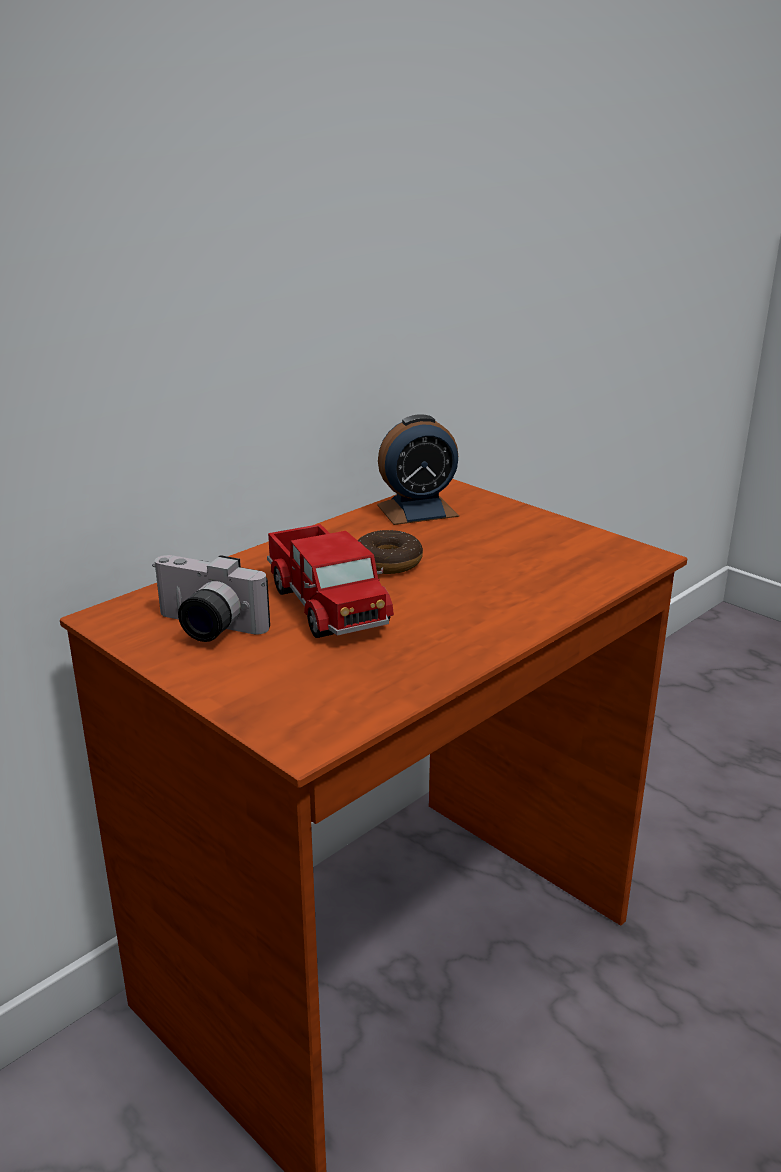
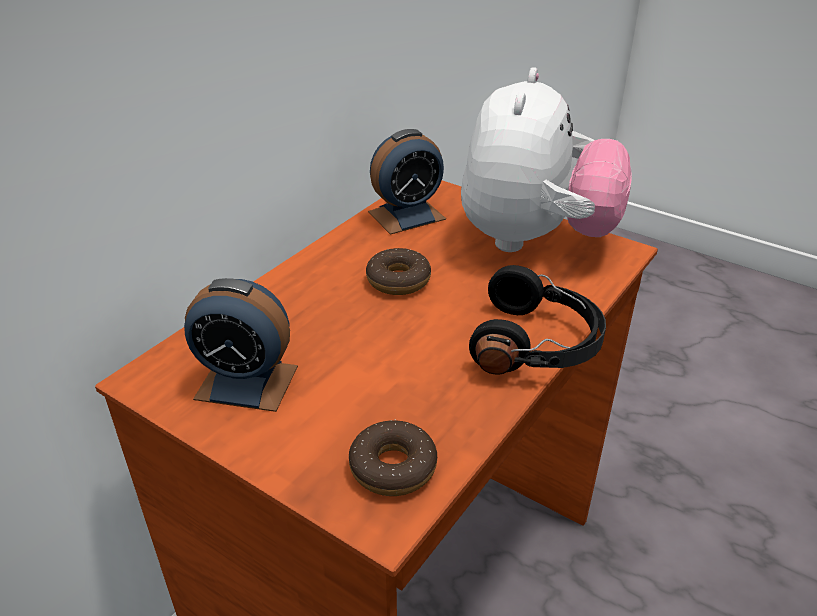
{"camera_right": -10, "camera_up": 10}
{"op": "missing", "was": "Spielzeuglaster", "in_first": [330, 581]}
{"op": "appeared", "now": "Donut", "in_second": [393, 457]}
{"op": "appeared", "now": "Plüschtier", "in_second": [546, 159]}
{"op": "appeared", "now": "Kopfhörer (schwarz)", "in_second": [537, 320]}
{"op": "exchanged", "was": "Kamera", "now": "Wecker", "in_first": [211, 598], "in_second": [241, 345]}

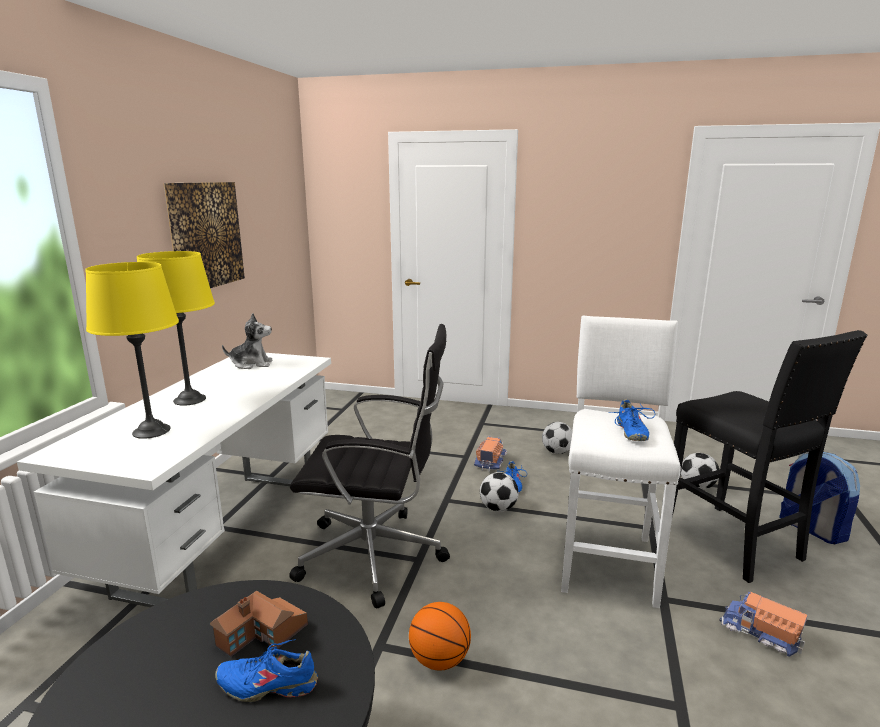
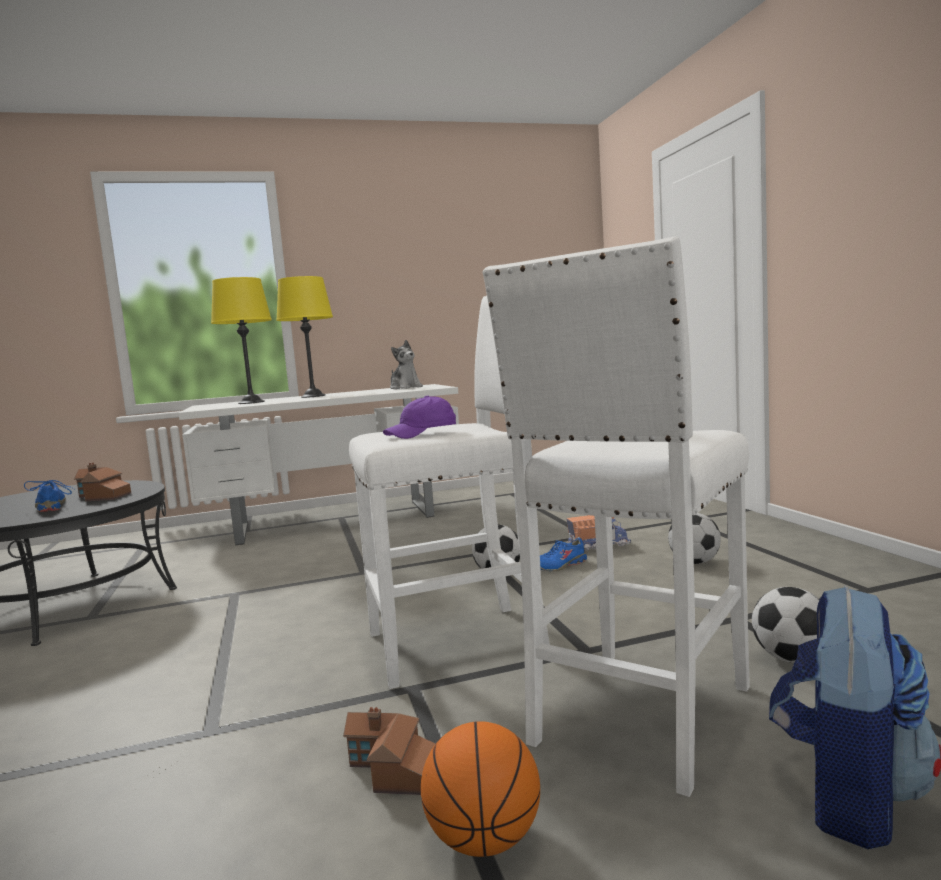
{"camera_right": 60, "camera_up": -10}
{"op": "missing", "was": "Bild", "in_first": [204, 235]}
{"op": "missing", "was": "Bürostuhl (schwarz)", "in_first": [369, 466]}
{"op": "relocated", "was": "Basketball", "in_first": [440, 636], "in_second": [480, 789]}
{"op": "exchanged", "was": "Schuh (blau)", "now": "Kappe (lila)", "in_first": [632, 420], "in_second": [419, 417]}
{"op": "exchanged", "was": "Spielzeuglaster", "now": "Spielzeughaus", "in_first": [763, 624], "in_second": [389, 751]}
{"op": "colour", "was": "Hocker (schwarz)", "now": "Hocker (weiß)", "in_first": [769, 456], "in_second": [616, 516]}

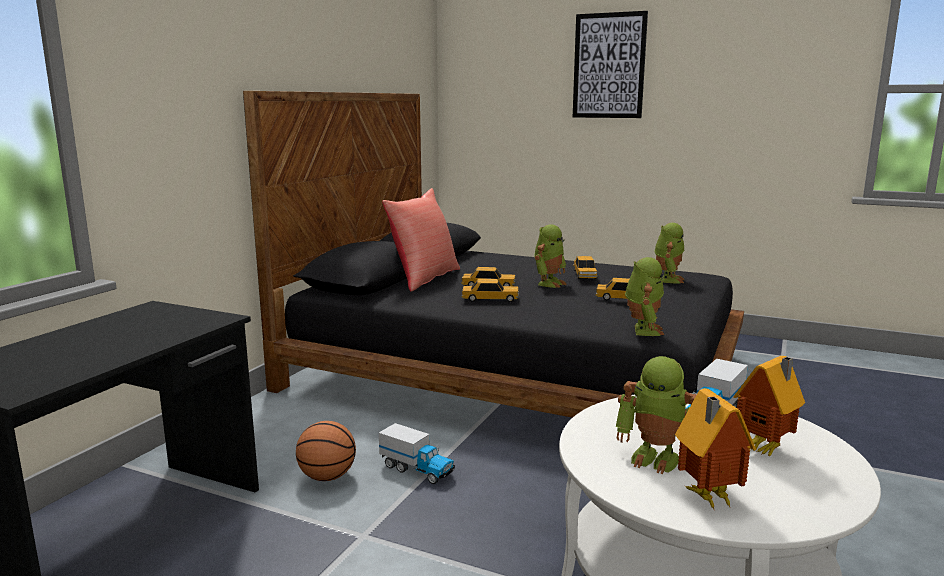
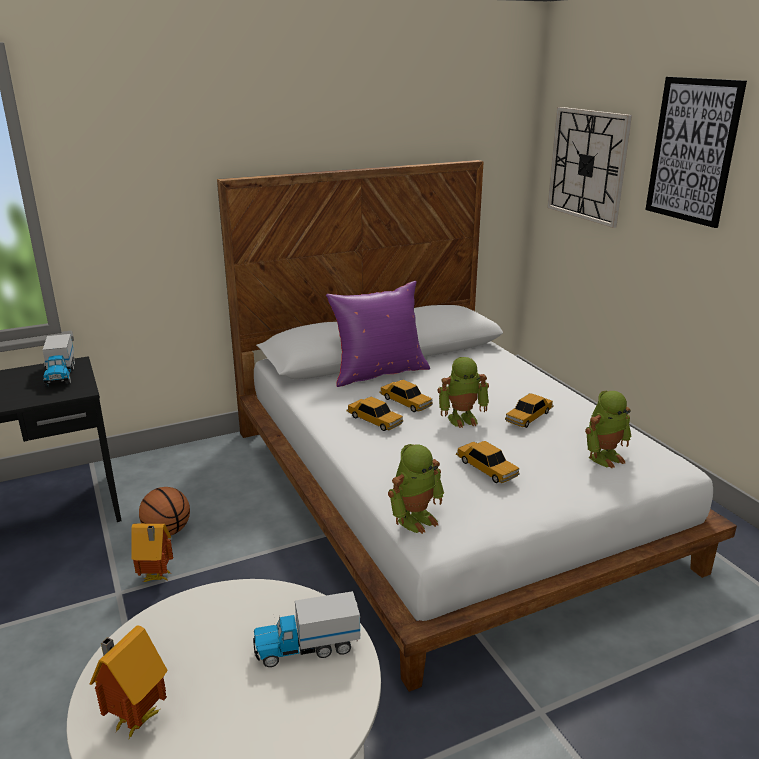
{"camera_right": 40, "camera_up": 10}
{"op": "missing", "was": "Spielzeugroboter", "in_first": [656, 415]}
{"op": "appeared", "now": "Wanduhr", "in_second": [589, 167]}
{"op": "relocated", "was": "Spielzeuglaster", "in_first": [417, 453], "in_second": [59, 360]}
{"op": "relocated", "was": "Spielzeughaus", "in_first": [769, 406], "in_second": [152, 553]}
{"op": "colour", "was": "Bett (schwarz)", "now": "Bett (weiß)", "in_first": [493, 254], "in_second": [477, 426]}
{"op": "colour", "was": "Kissen (rot)", "now": "Kissen (lila)", "in_first": [421, 240], "in_second": [378, 334]}

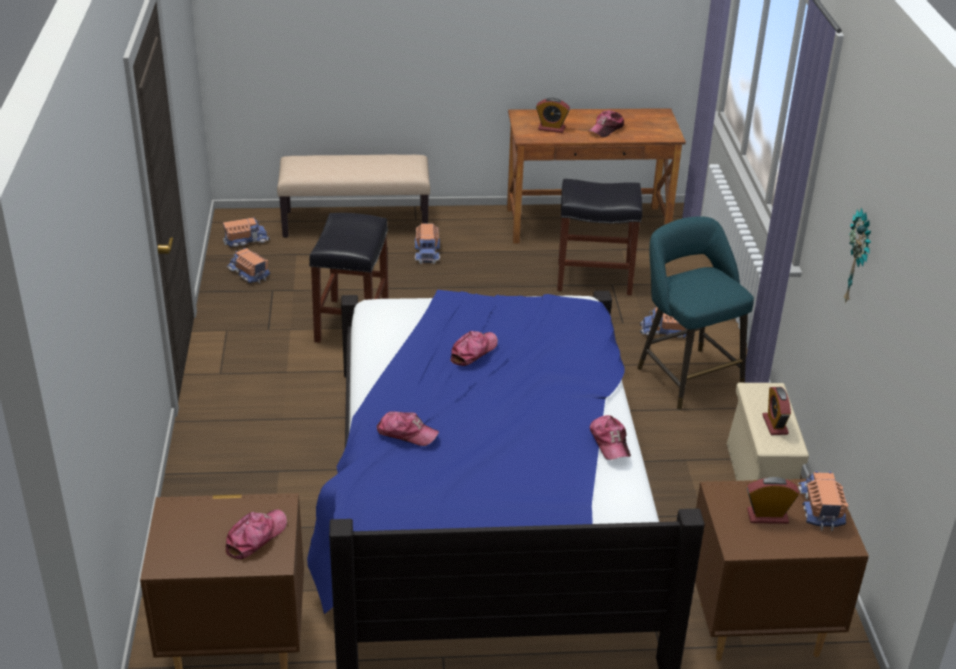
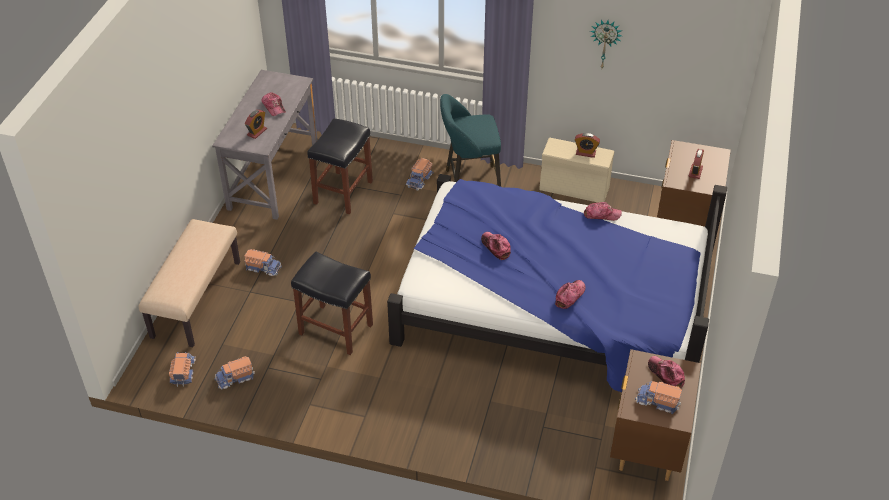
{"camera_right": -70, "camera_up": 10}
{"op": "relocated", "was": "Spielzeuglaster", "in_first": [823, 501], "in_second": [658, 397]}
{"op": "colour", "was": "Schreibtisch (braun)", "now": "Schreibtisch (grau)", "in_first": [596, 175], "in_second": [265, 145]}

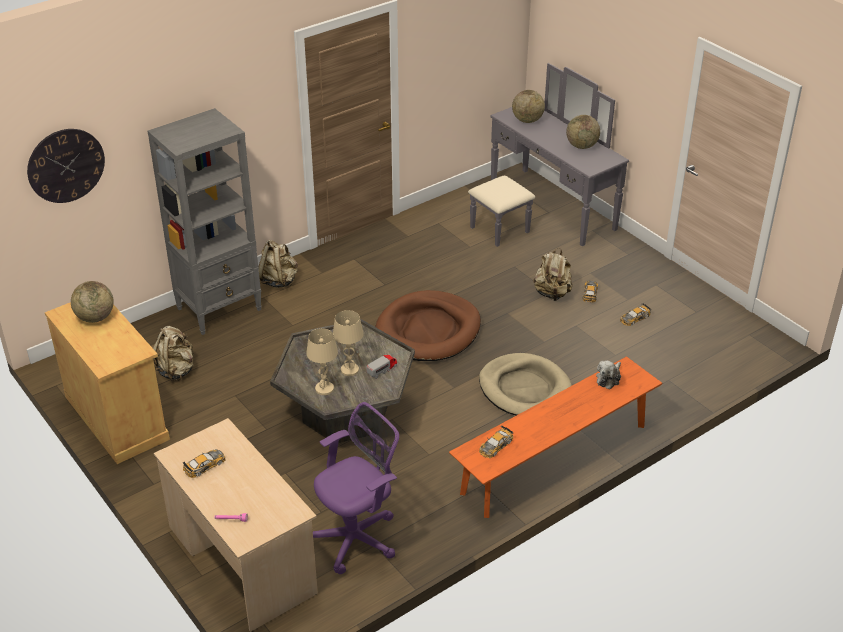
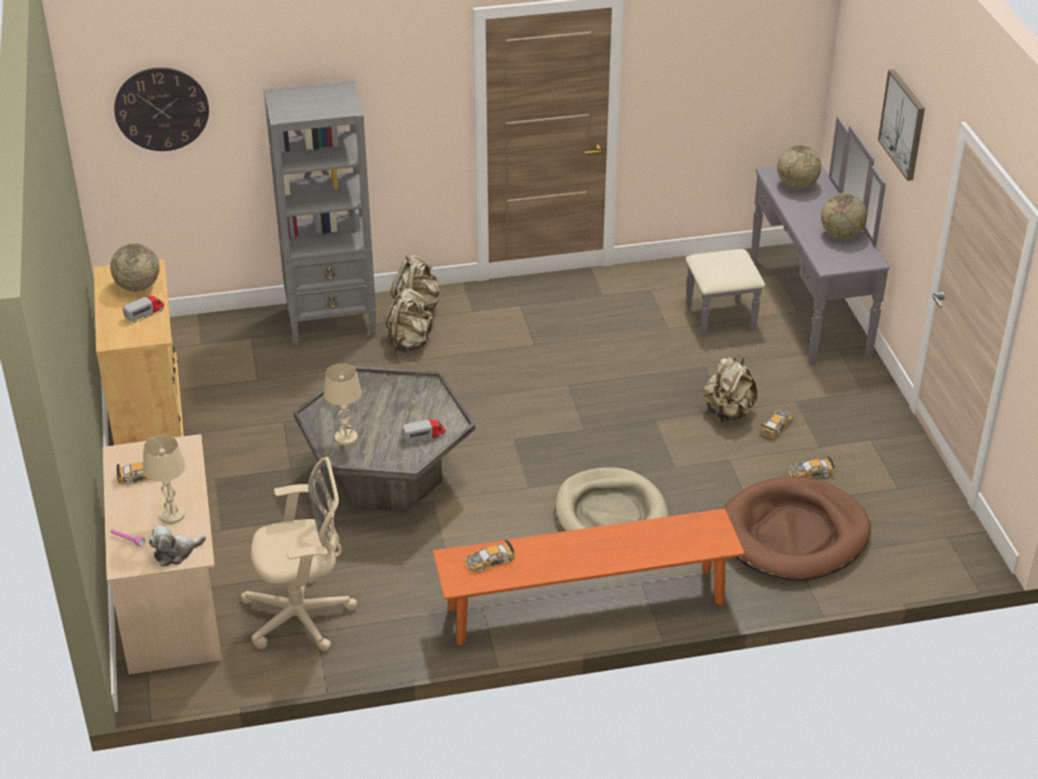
{"camera_right": 25, "camera_up": 0}
{"op": "appeared", "now": "Spielzeuglaster", "in_second": [143, 309]}
{"op": "appeared", "now": "Bild", "in_second": [901, 125]}
{"op": "relocated", "was": "Rucksack (beige)", "in_first": [173, 353], "in_second": [410, 320]}
{"op": "relocated", "was": "Tischlampe (beige)", "in_first": [348, 343], "in_second": [164, 479]}
{"op": "relocated", "was": "Hundebett (braun)", "in_first": [428, 325], "in_second": [797, 528]}
{"op": "relocated", "was": "Plüschtier", "in_first": [608, 375], "in_second": [177, 546]}
{"op": "colour", "was": "Bürostuhl (lila)", "now": "Bürostuhl (beige)", "in_first": [356, 488], "in_second": [299, 554]}

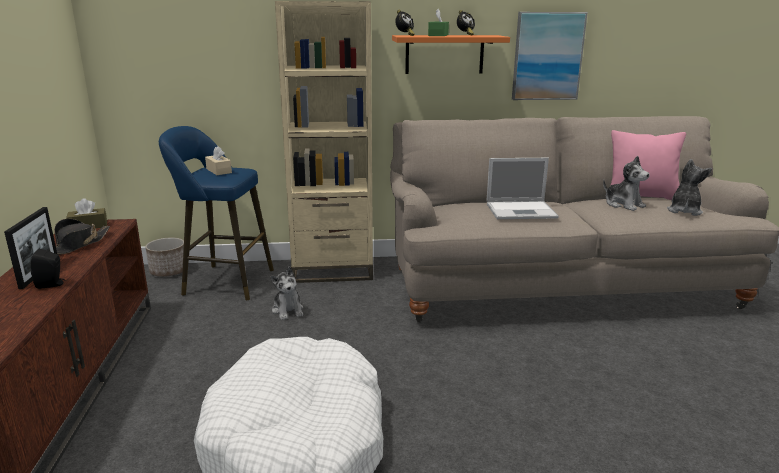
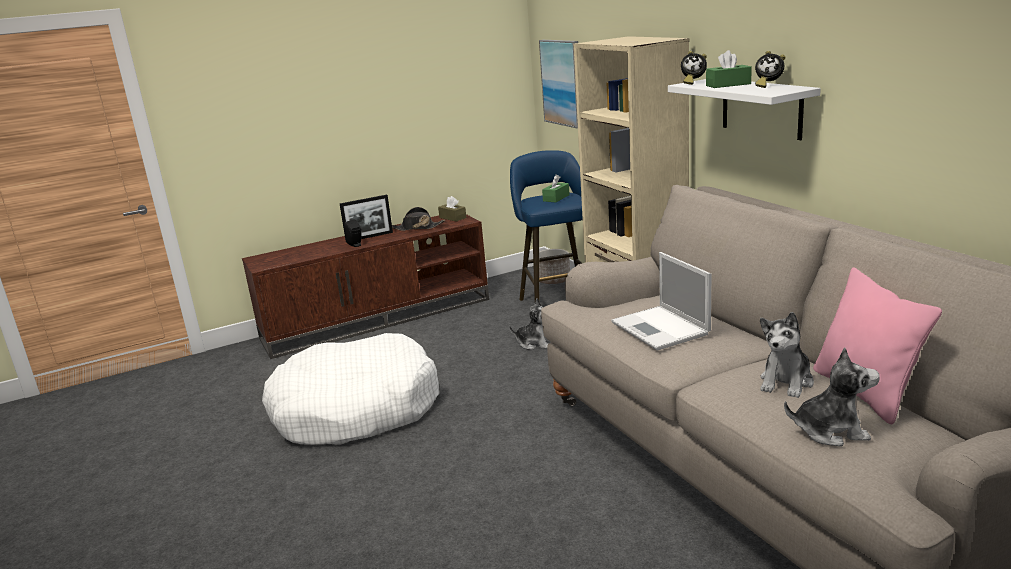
{"camera_right": 70, "camera_up": 0}
{"op": "relocated", "was": "Bild", "in_first": [550, 56], "in_second": [558, 84]}
{"op": "colour", "was": "Taschentuchbox (beige)", "now": "Taschentuchbox (grün)", "in_first": [218, 160], "in_second": [556, 188]}
{"op": "colour", "was": "Wandregal (orange)", "now": "Wandregal (weiß)", "in_first": [451, 54], "in_second": [744, 109]}
{"op": "spun", "was": "Plüschtier", "in_first": [286, 293], "in_second": [529, 324], "clockwise": -120}

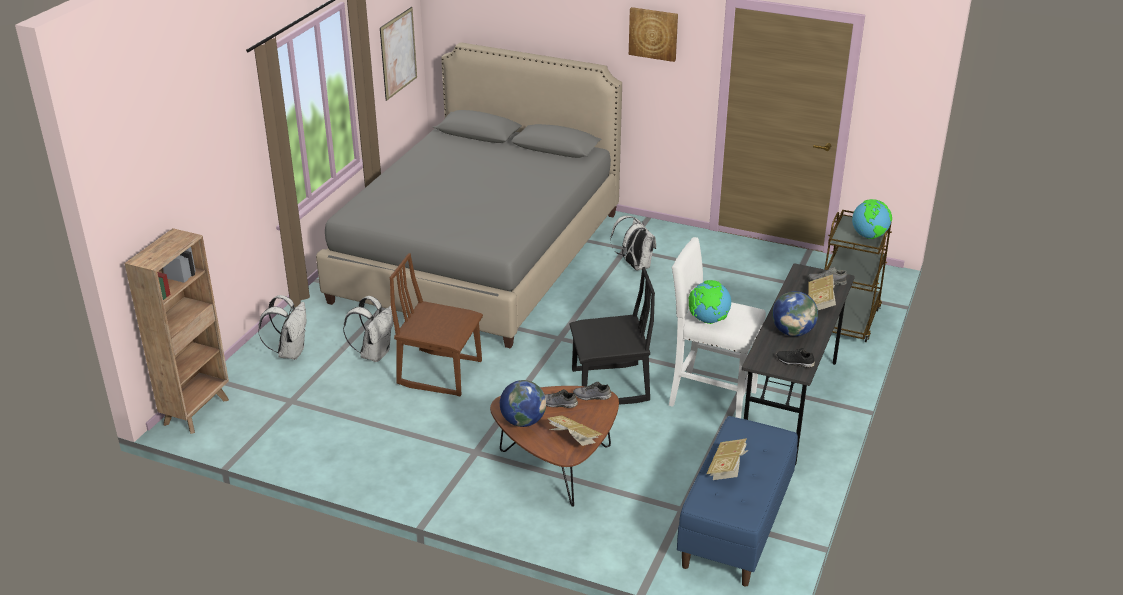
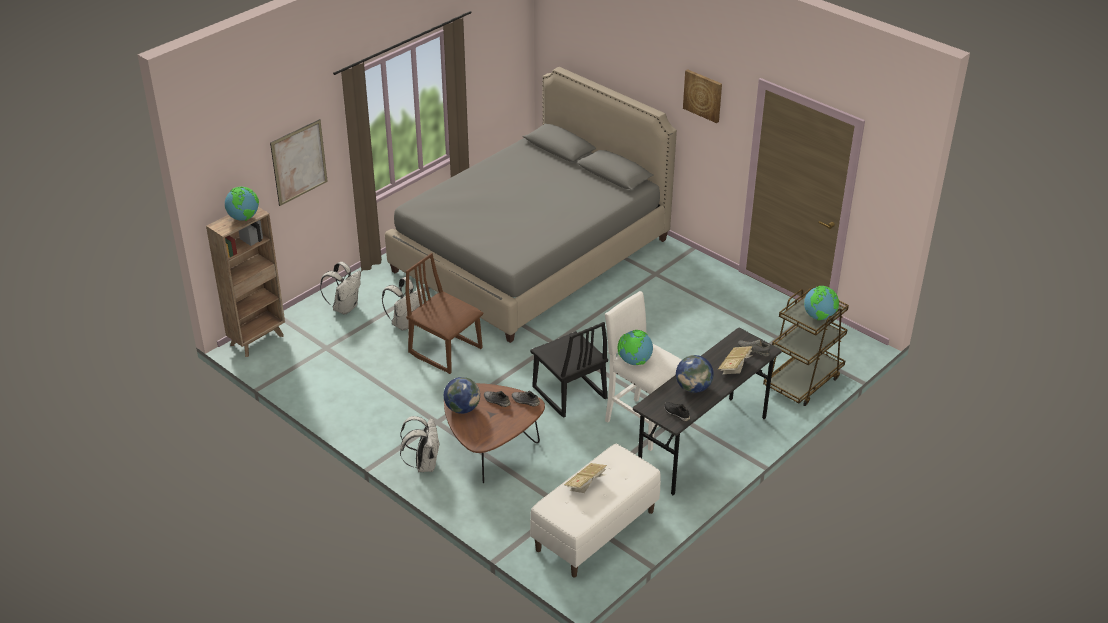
{"camera_right": 20, "camera_up": 5}
{"op": "missing", "was": "Buch", "in_first": [575, 431]}
{"op": "appeared", "now": "Globus", "in_second": [242, 204]}
{"op": "relocated", "was": "Bild", "in_first": [398, 54], "in_second": [299, 162]}
{"op": "relocated", "was": "Rucksack (weiß)", "in_first": [633, 243], "in_second": [420, 444]}
{"op": "colour", "was": "Bank (blau)", "now": "Bank (weiß)", "in_first": [737, 501], "in_second": [595, 510]}
{"op": "spun", "was": "Stuhl (schwarz)", "in_first": [612, 335], "in_second": [569, 370], "clockwise": 45}

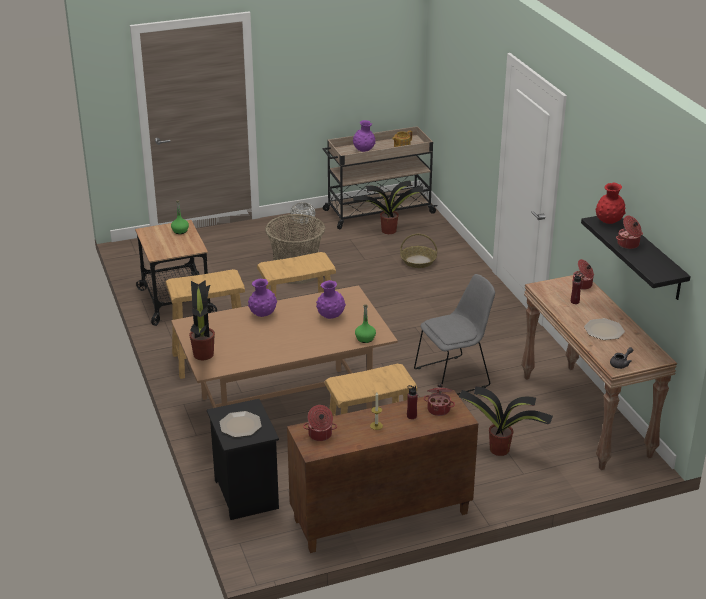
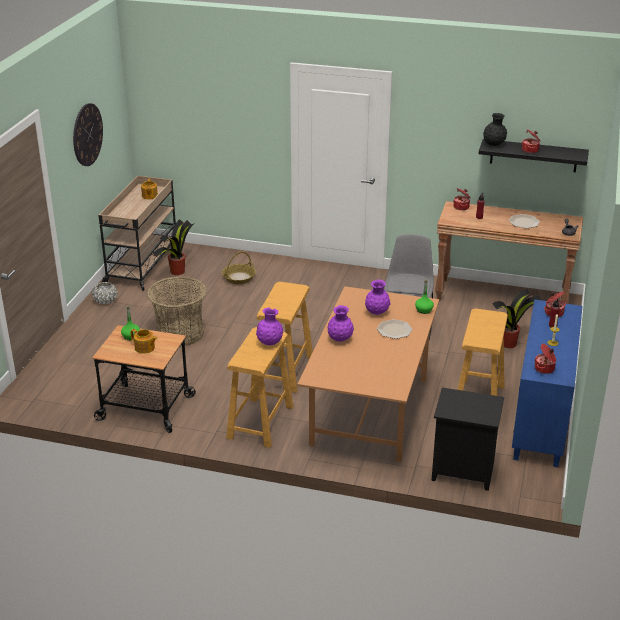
{"camera_right": -55, "camera_up": 0}
{"op": "missing", "was": "Topfpflanze", "in_first": [202, 320]}
{"op": "appeared", "now": "Wanduhr", "in_second": [88, 134]}
{"op": "appeared", "now": "Teekanne", "in_second": [144, 341]}
{"op": "relocated", "was": "Teller", "in_first": [241, 424], "in_second": [395, 329]}
{"op": "relocated", "was": "Vase (lila)", "in_first": [364, 136], "in_second": [269, 326]}
{"op": "colour", "was": "Schrank (braun)", "now": "Schrank (blau)", "in_first": [382, 471], "in_second": [547, 383]}
{"op": "colour", "was": "Vase (rot)", "now": "Vase (schwarz)", "in_first": [610, 203], "in_second": [495, 129]}

